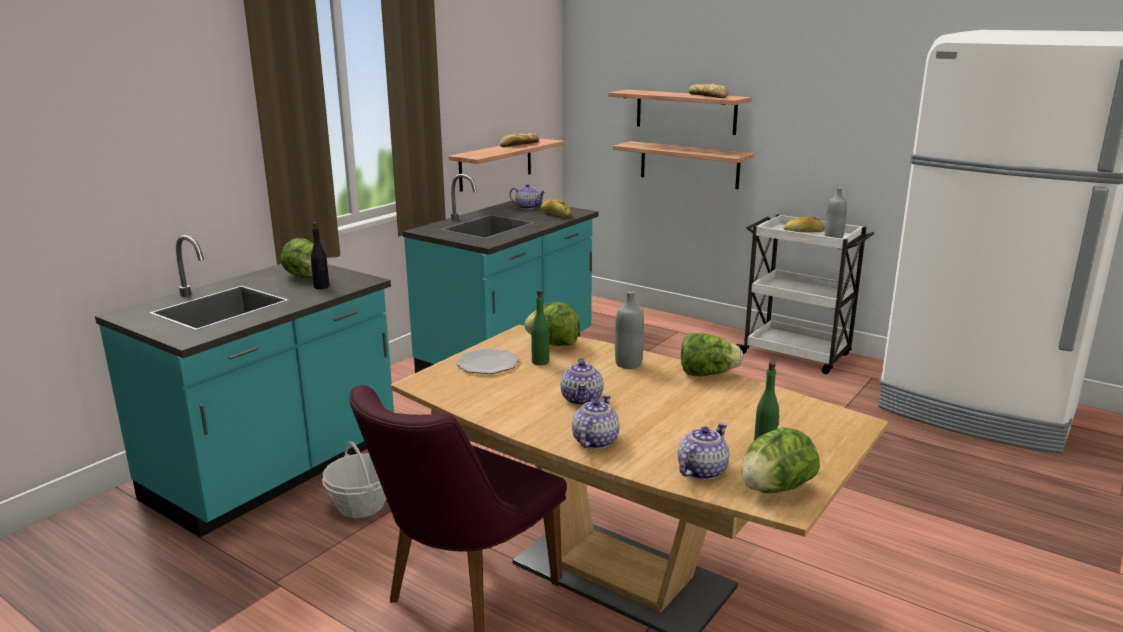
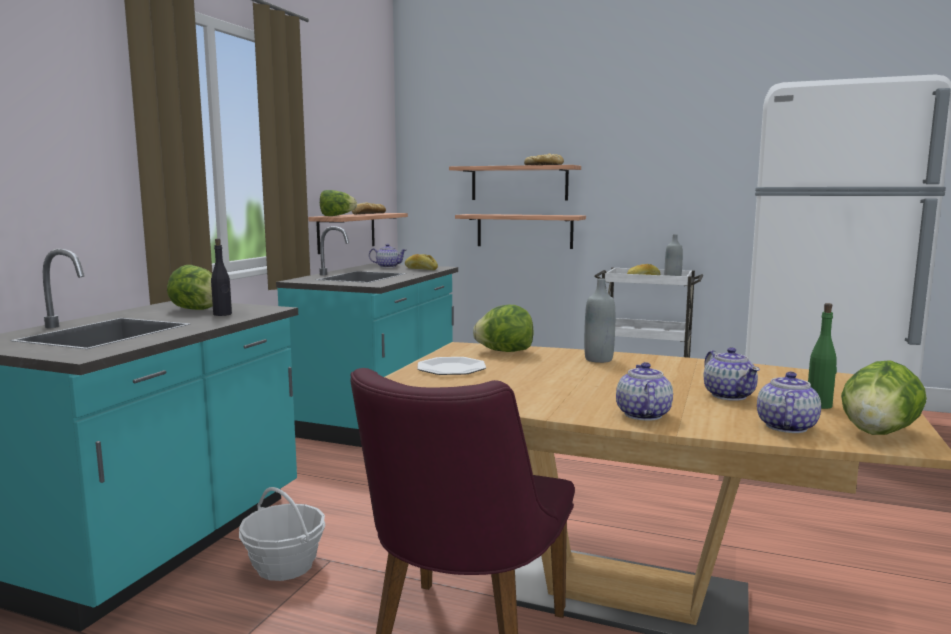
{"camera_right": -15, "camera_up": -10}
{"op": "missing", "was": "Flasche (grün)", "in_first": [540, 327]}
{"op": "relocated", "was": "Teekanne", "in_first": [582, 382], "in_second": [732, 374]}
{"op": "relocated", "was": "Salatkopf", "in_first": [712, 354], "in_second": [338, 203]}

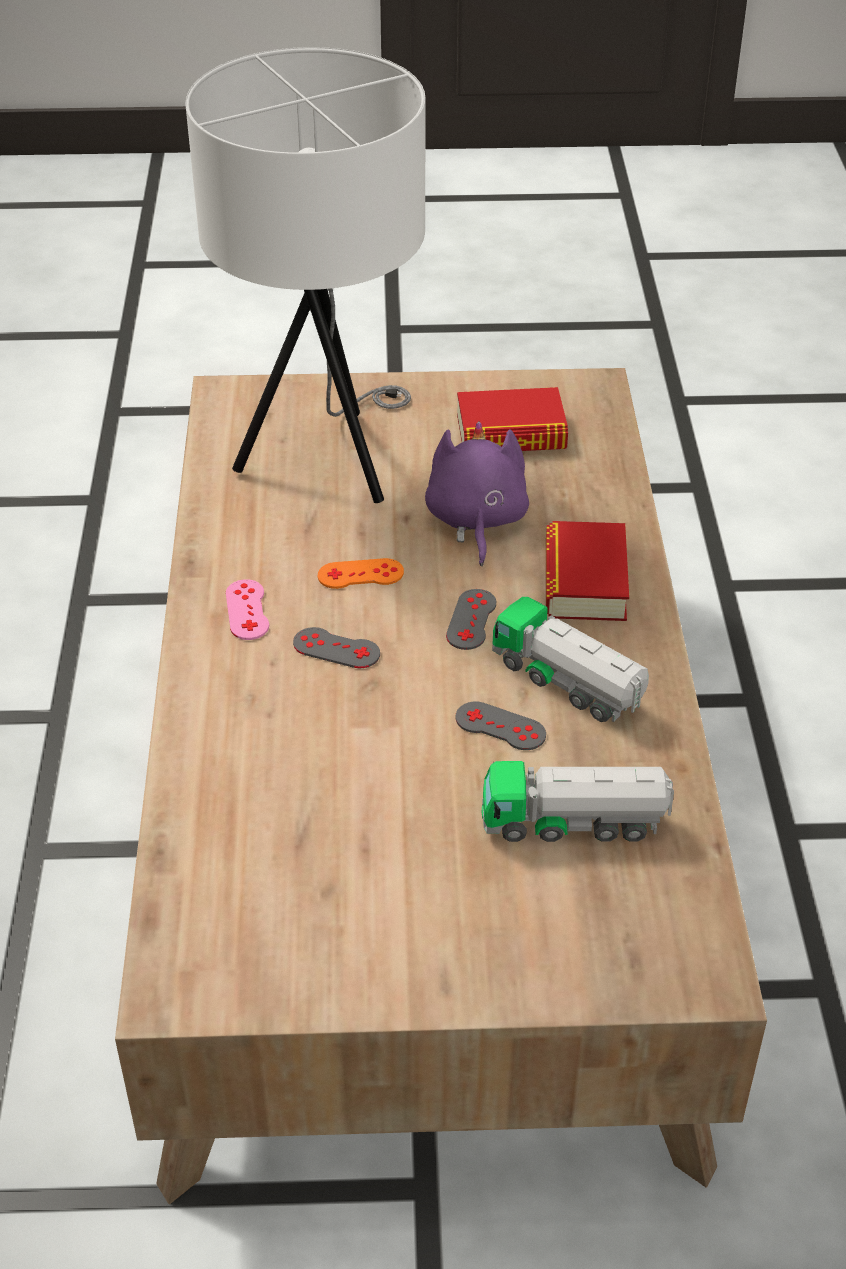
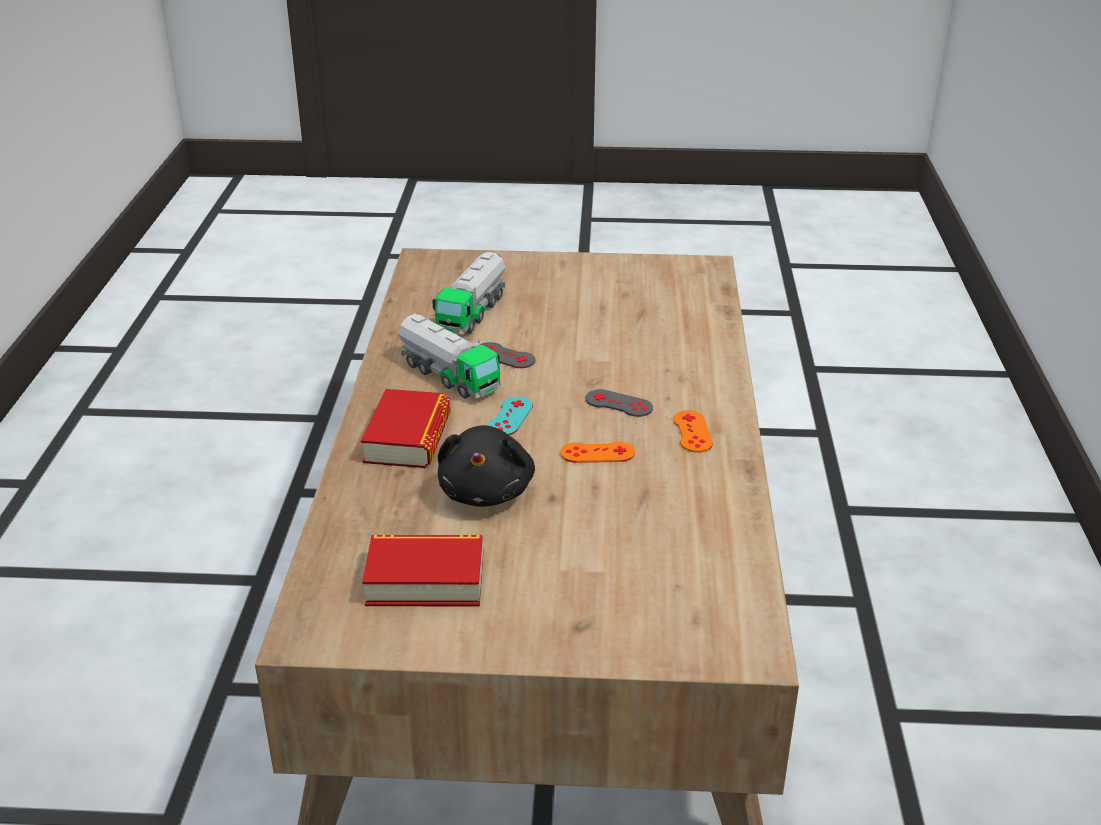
{"camera_right": -175, "camera_up": -10}
{"op": "missing", "was": "Tischlampe (weiß)", "in_first": [305, 275]}
{"op": "colour", "was": "Gamepad (rosa)", "now": "Gamepad (orange)", "in_first": [247, 609], "in_second": [693, 431]}
{"op": "colour", "was": "Plüschtier (lila)", "now": "Plüschtier (schwarz)", "in_first": [477, 493], "in_second": [486, 466]}
{"op": "colour", "was": "Gamepad (grau)", "now": "Gamepad (türkis)", "in_first": [471, 619], "in_second": [510, 415]}
{"op": "spun", "was": "Spielzeuglaster", "in_first": [578, 801], "in_second": [469, 293], "clockwise": 105}

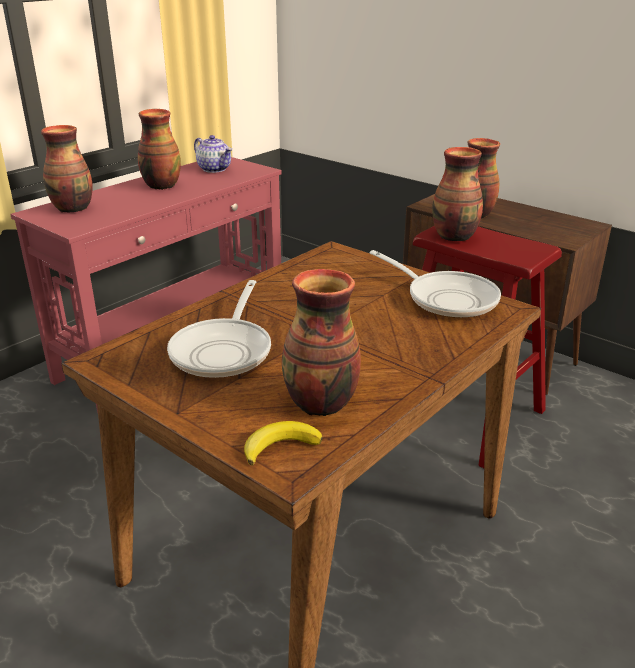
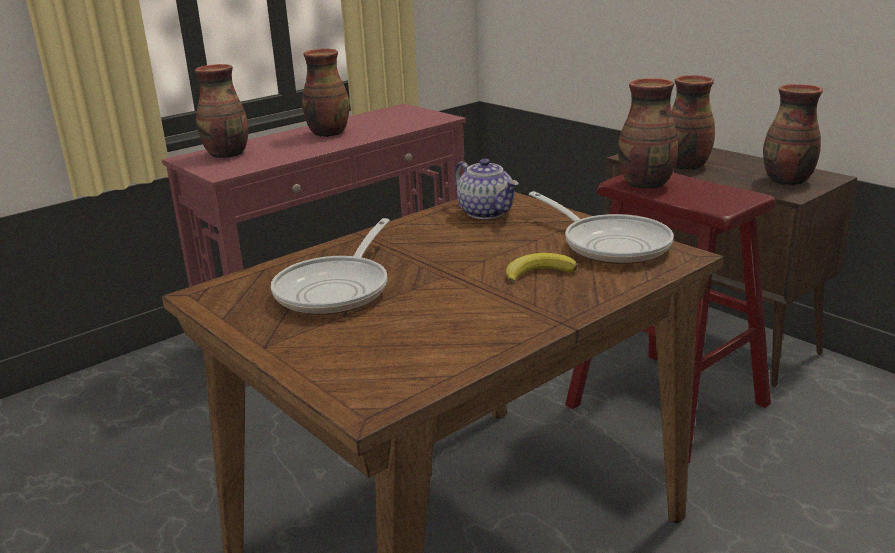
{"camera_right": 10, "camera_up": -5}
{"op": "relocated", "was": "Teekanne", "in_first": [213, 154], "in_second": [486, 188]}
{"op": "relocated", "was": "Banane", "in_first": [283, 443], "in_second": [541, 268]}
{"op": "relocated", "was": "Vase", "in_first": [321, 342], "in_second": [793, 135]}

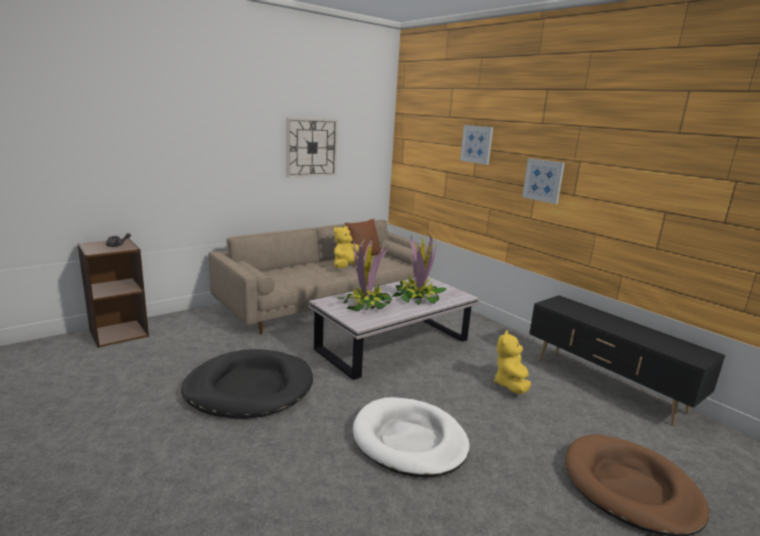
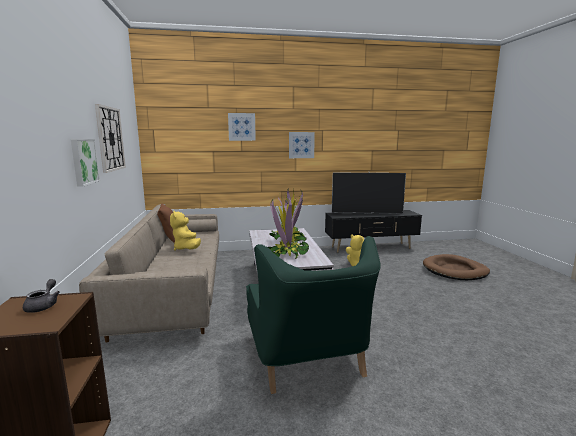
{"camera_right": -60, "camera_up": -5}
{"op": "missing", "was": "Hundebett (weiß)", "in_first": [411, 437]}
{"op": "appeared", "now": "Bild", "in_second": [85, 163]}
{"op": "appeared", "now": "Fernseher", "in_second": [369, 193]}
{"op": "exchanged", "was": "Hundebett (schwarz)", "now": "Sessel (grün)", "in_first": [247, 384], "in_second": [313, 315]}

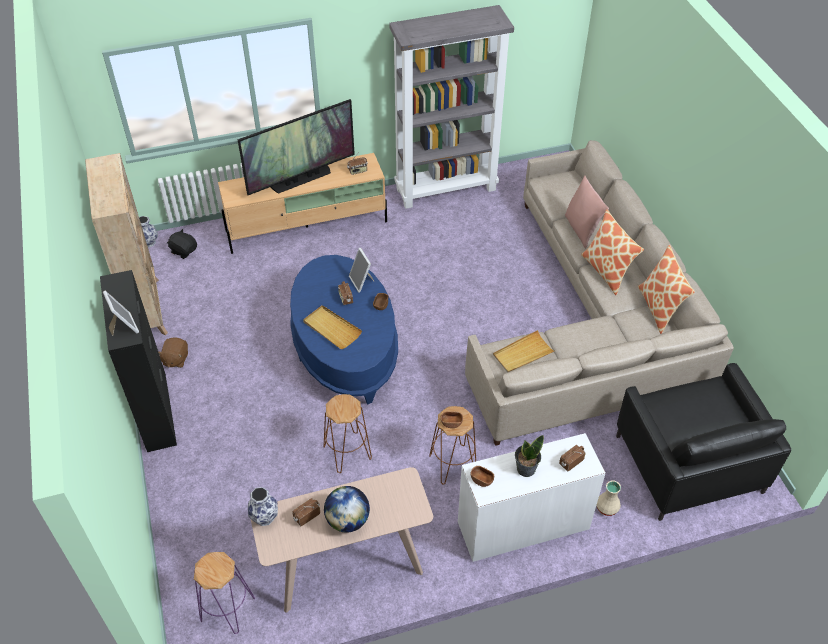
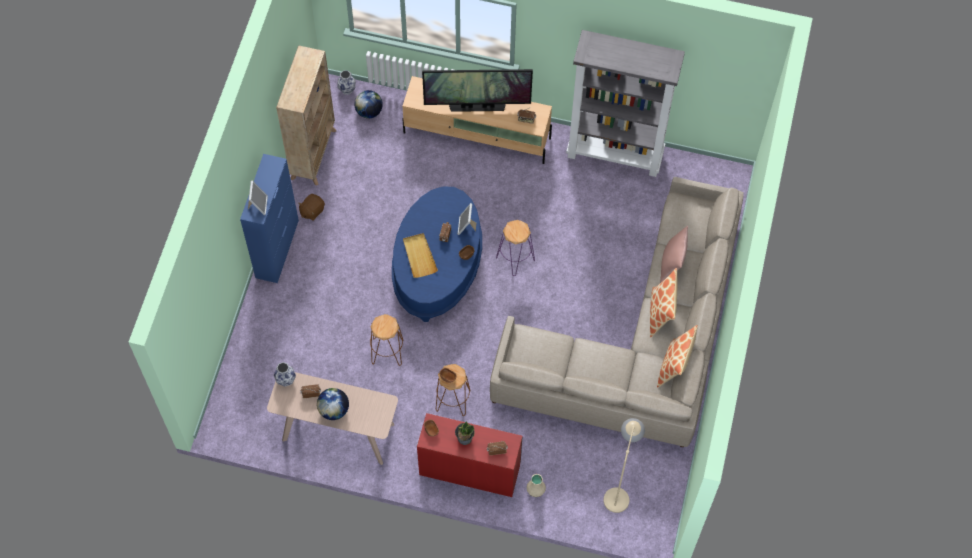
{"camera_right": 30, "camera_up": 15}
{"op": "missing", "was": "Tablett (beige)", "in_first": [524, 351]}
{"op": "relocated", "was": "Hocker (lila)", "in_first": [224, 593], "in_second": [515, 248]}
{"op": "exchanged", "was": "Plüschtier (schwarz)", "now": "Globus", "in_first": [182, 244], "in_second": [368, 104]}
{"op": "exchanged", "was": "Sessel (schwarz)", "now": "Stehlampe (beige)", "in_first": [703, 442], "in_second": [624, 465]}
{"op": "colour", "was": "Schrank (schwarz)", "now": "Schrank (blau)", "in_first": [138, 361], "in_second": [269, 218]}
{"op": "colour", "was": "Schreibtisch (weiß)", "now": "Schreibtisch (rot)", "in_first": [531, 497], "in_second": [470, 455]}

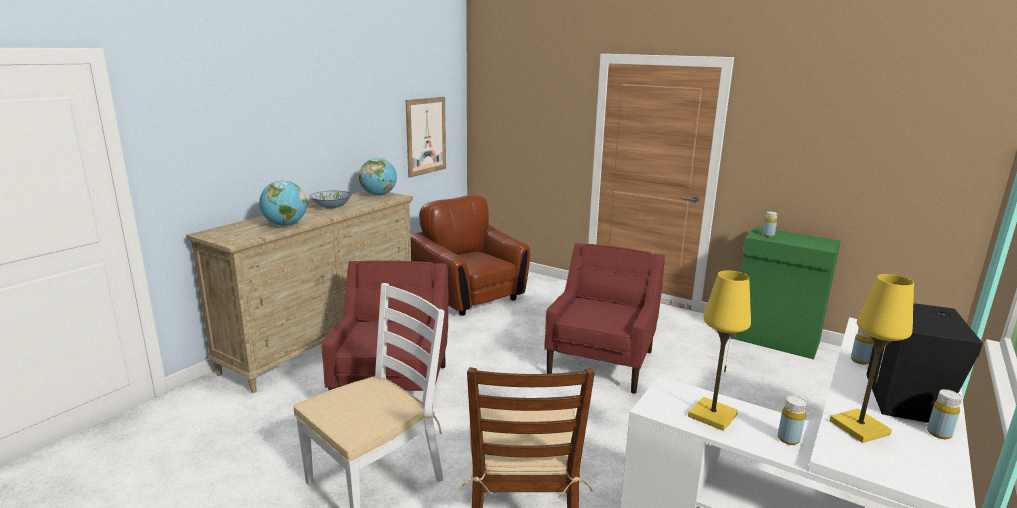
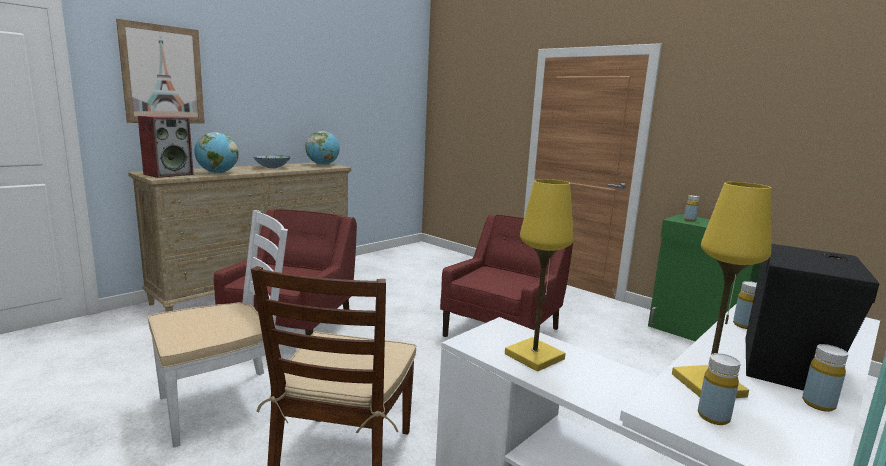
{"camera_right": 10, "camera_up": -5}
{"op": "missing", "was": "Sessel (braun)", "in_first": [470, 255]}
{"op": "appeared", "now": "Lautsprecher", "in_second": [166, 147]}
{"op": "relocated", "was": "Bild", "in_first": [426, 137], "in_second": [160, 71]}
{"op": "relocated", "was": "Flasche (gelb)", "in_first": [792, 420], "in_second": [719, 389]}

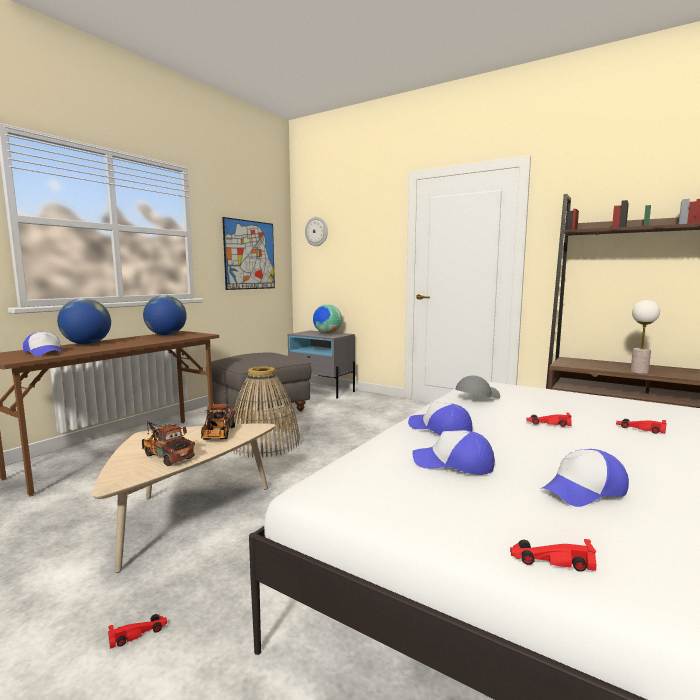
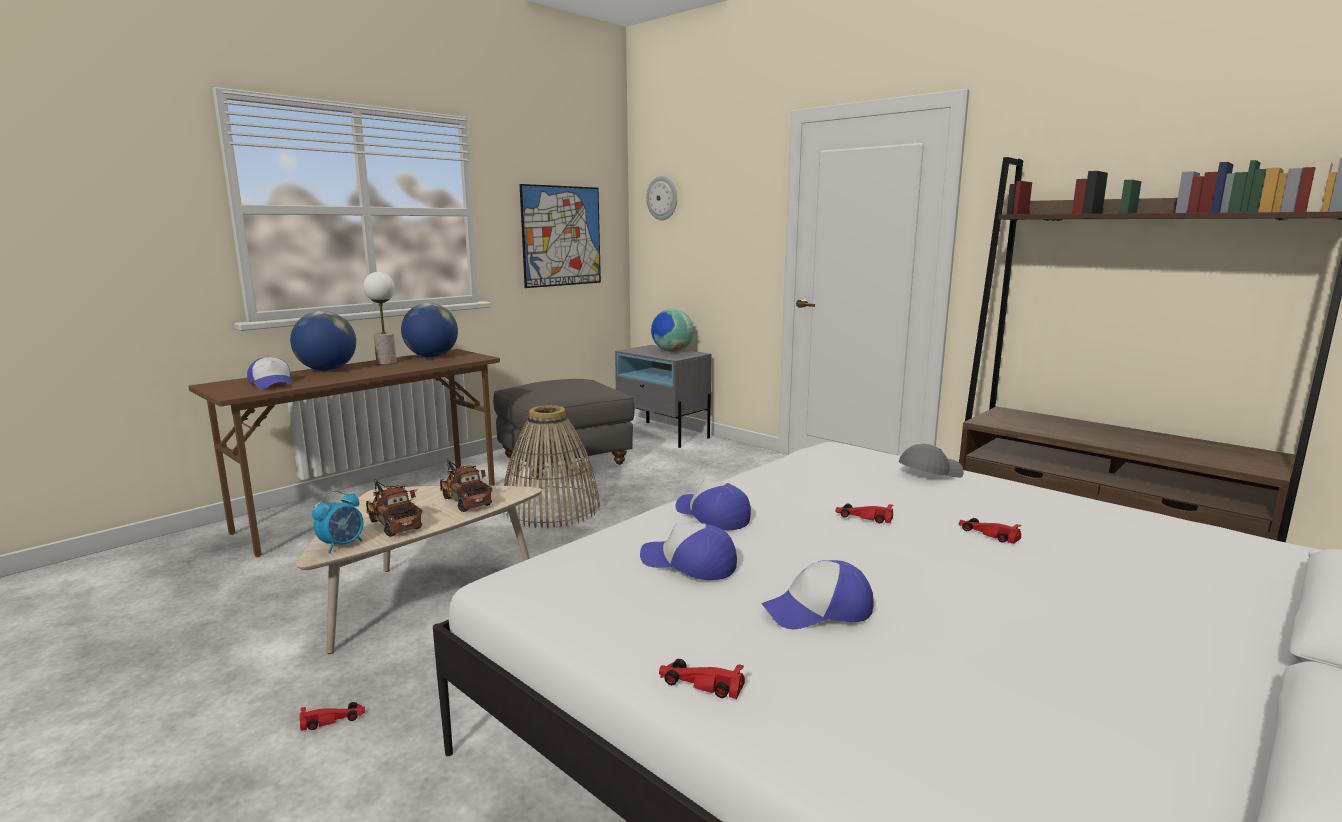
{"camera_right": 10, "camera_up": 5}
{"op": "appeared", "now": "Wecker", "in_second": [337, 521]}
{"op": "relocated", "was": "Kappe (grau)", "in_first": [477, 387], "in_second": [931, 461]}
{"op": "relocated", "was": "Tischlampe", "in_first": [645, 337], "in_second": [380, 318]}
{"op": "spun", "was": "Spielzeuglaster", "in_first": [218, 422], "in_second": [466, 486], "clockwise": 135}

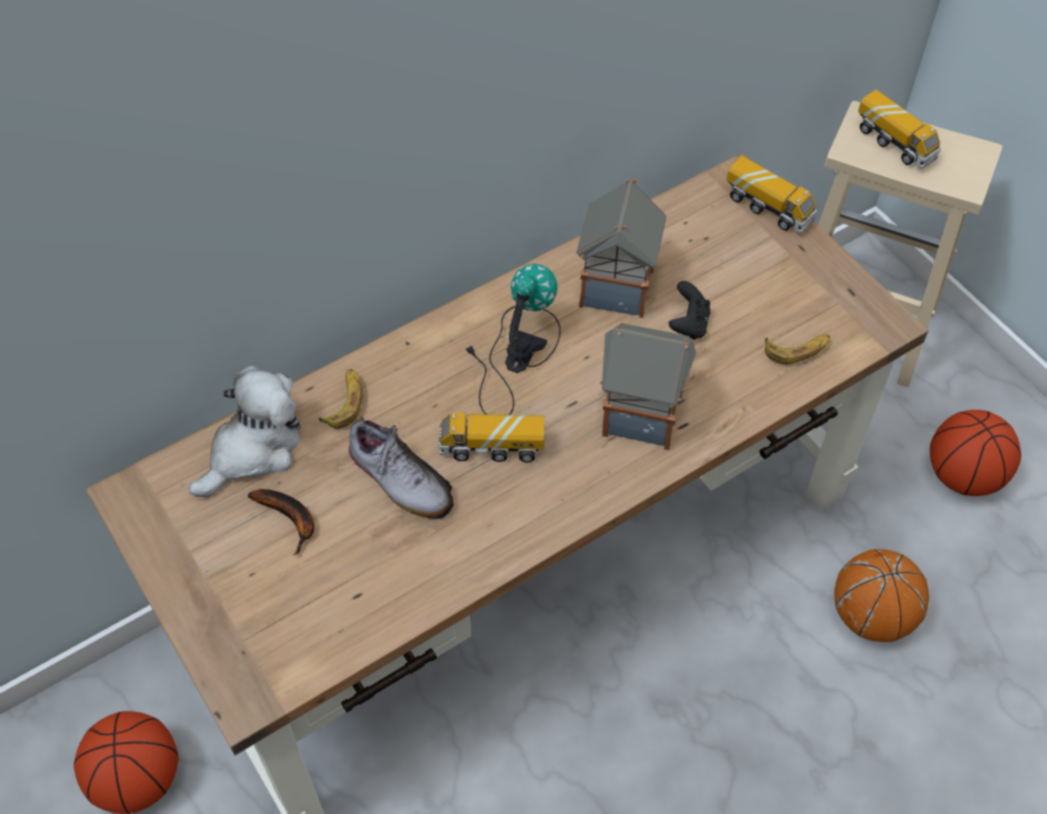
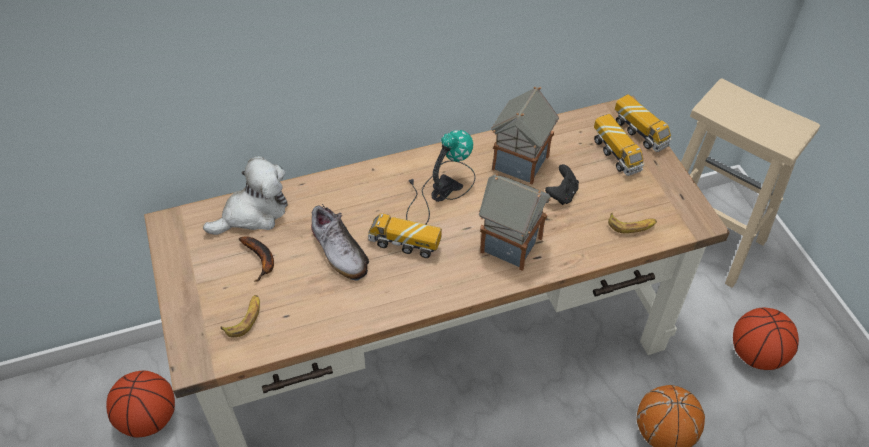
{"camera_right": 15, "camera_up": -5}
{"op": "relocated", "was": "Banane", "in_first": [340, 399], "in_second": [240, 316]}
{"op": "relocated", "was": "Spielzeuglaster", "in_first": [899, 129], "in_second": [619, 145]}

